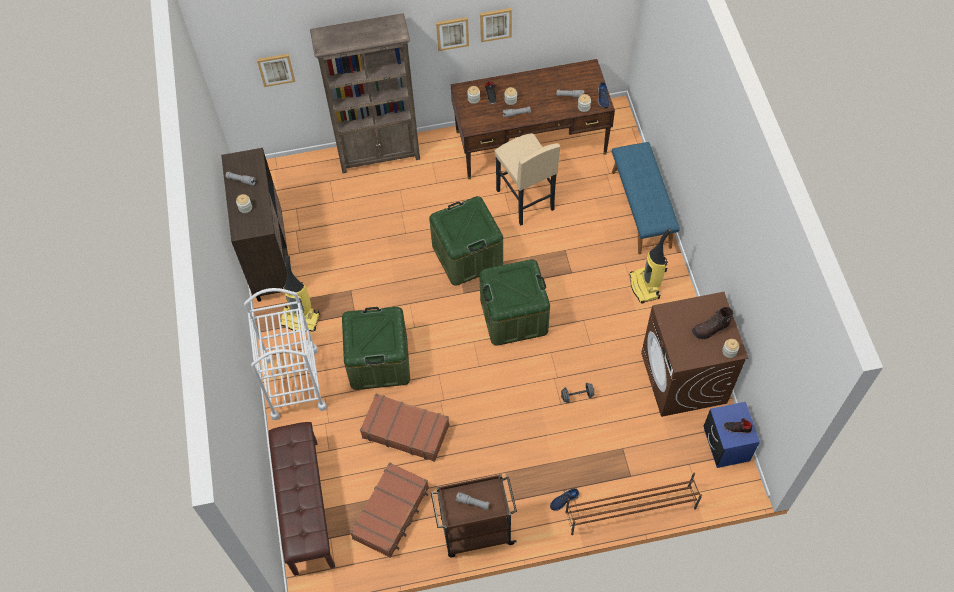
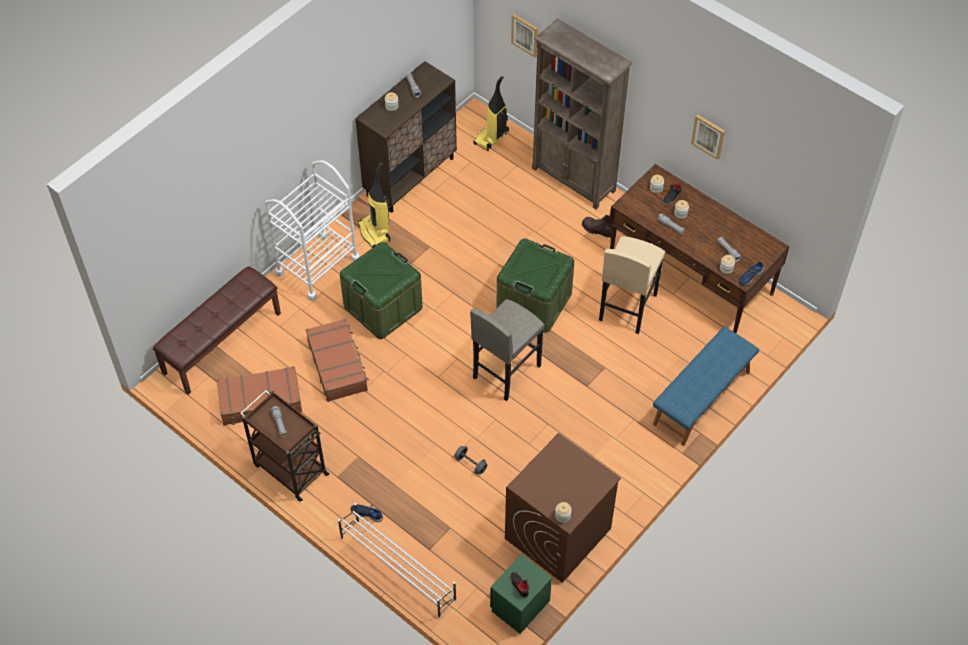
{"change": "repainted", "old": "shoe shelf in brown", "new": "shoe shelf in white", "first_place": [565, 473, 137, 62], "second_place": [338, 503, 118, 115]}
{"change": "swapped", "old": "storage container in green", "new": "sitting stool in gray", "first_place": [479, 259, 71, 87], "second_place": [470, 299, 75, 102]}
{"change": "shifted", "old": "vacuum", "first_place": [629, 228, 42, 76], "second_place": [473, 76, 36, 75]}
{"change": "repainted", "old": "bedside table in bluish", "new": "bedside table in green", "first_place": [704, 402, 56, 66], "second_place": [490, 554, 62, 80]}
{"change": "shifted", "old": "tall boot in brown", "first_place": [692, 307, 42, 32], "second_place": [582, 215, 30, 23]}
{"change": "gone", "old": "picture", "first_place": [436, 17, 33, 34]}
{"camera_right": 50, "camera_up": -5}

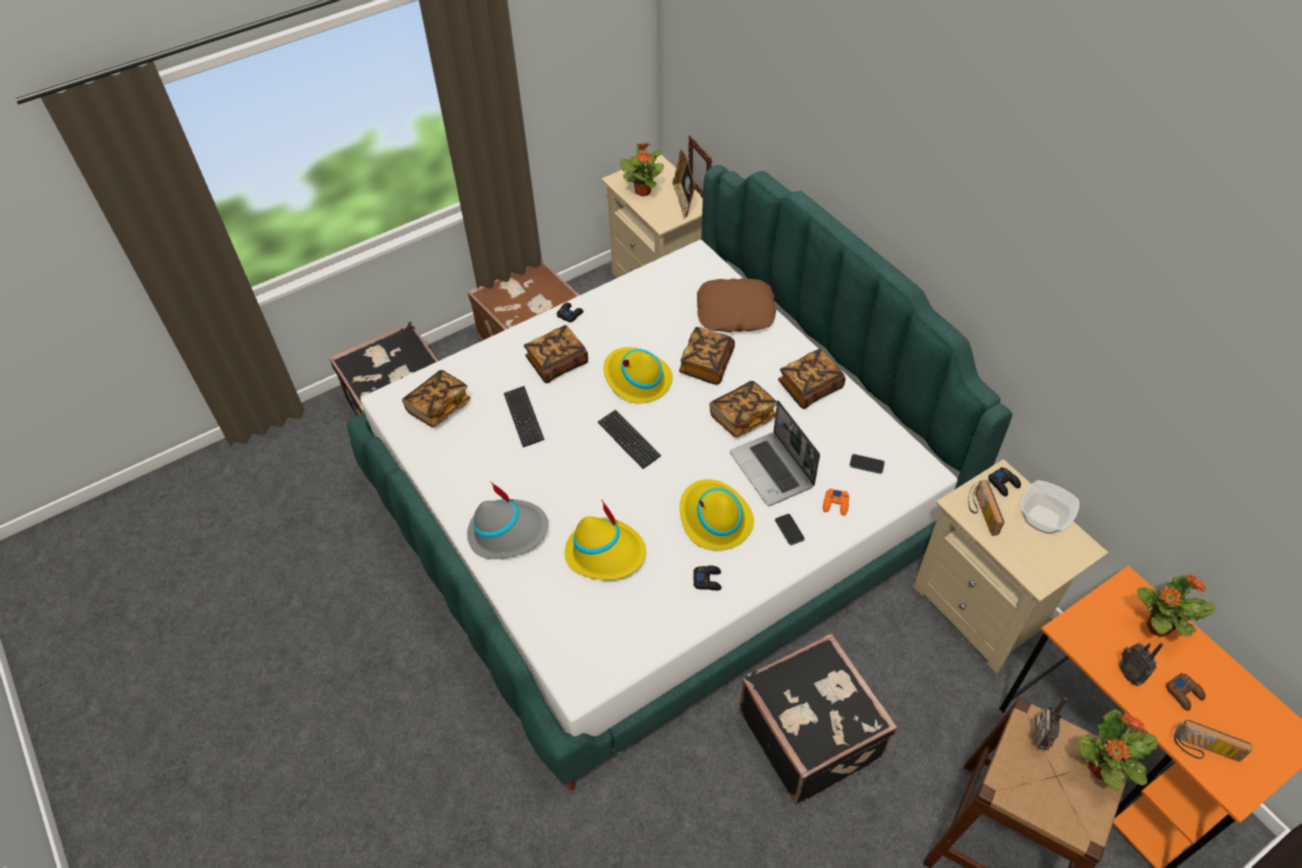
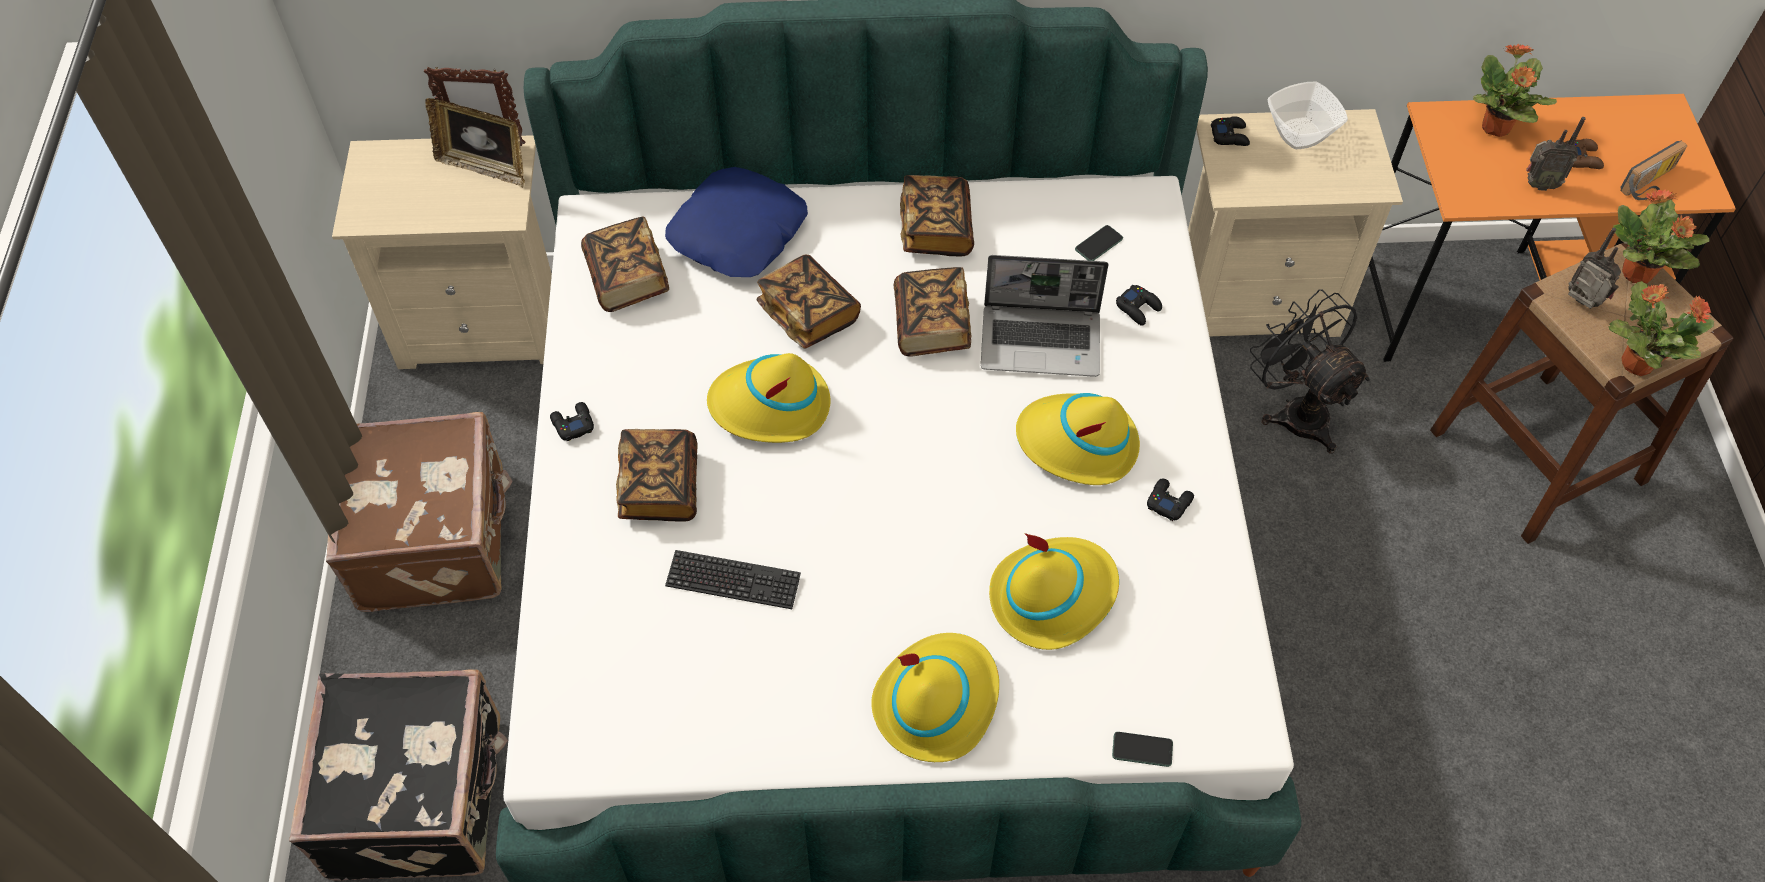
{"change": "shifted", "old": "bound book", "first_place": [402, 370, 69, 58], "second_place": [581, 216, 88, 96]}
{"change": "repainted", "old": "throw pillow in brown", "new": "throw pillow in bluish", "first_place": [697, 278, 79, 54], "second_place": [665, 167, 143, 110]}
{"change": "repainted", "old": "hat in gray", "new": "hat in yellowish", "first_place": [467, 481, 81, 78], "second_place": [871, 633, 128, 129]}
{"change": "shifted", "old": "handset", "first_place": [775, 514, 30, 31], "second_place": [1112, 732, 61, 35]}
{"change": "repainted", "old": "joypad in orange", "new": "joypad in blackish", "first_place": [823, 488, 26, 28], "second_place": [1116, 285, 46, 41]}
{"change": "new", "new": "cooling fan in blackish", "second_place": [1250, 289, 120, 165]}
{"change": "shifted", "old": "plant in a pot", "first_place": [620, 143, 44, 53], "second_place": [1608, 281, 106, 95]}
{"change": "gone", "old": "PC keyboard", "first_place": [598, 410, 63, 59]}
{"change": "gone", "old": "piece of luggage in blackish", "first_place": [739, 634, 158, 170]}
{"change": "gone", "old": "radio receiver", "first_place": [968, 480, 36, 56]}
{"camera_right": -60, "camera_up": 5}

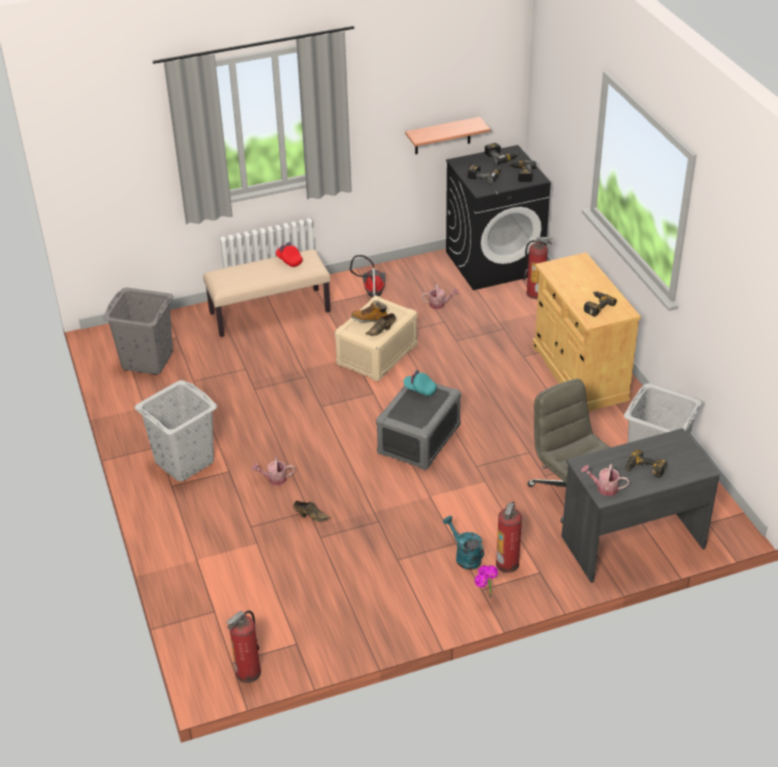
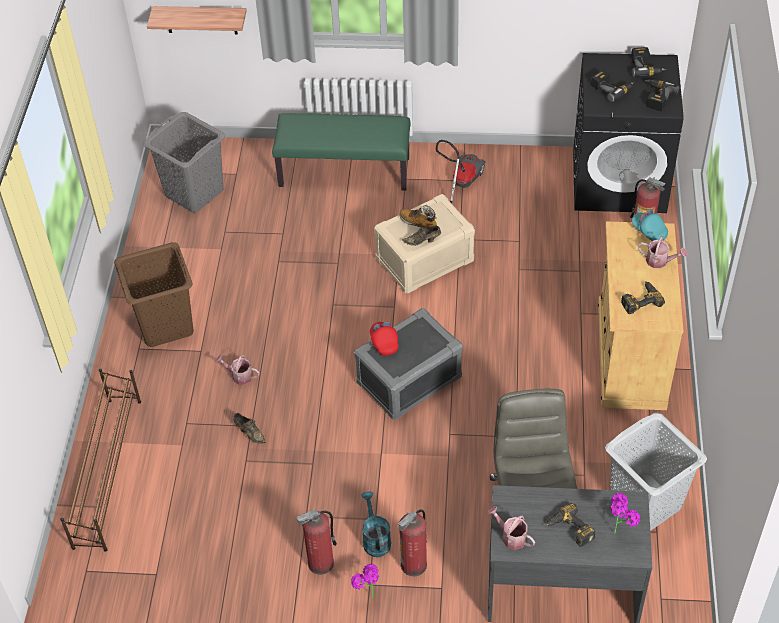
{"change": "new", "new": "shoe shelf in brown", "second_place": [60, 368, 81, 183]}
{"change": "repainted", "old": "laundry basket in gray", "new": "laundry basket in brown", "first_place": [135, 380, 82, 101], "second_place": [114, 242, 80, 105]}
{"change": "shifted", "old": "bracket shelf", "first_place": [405, 117, 86, 37], "second_place": [147, 6, 100, 29]}
{"change": "repainted", "old": "long seat in sand-coloured", "new": "long seat in green", "first_place": [203, 249, 128, 88], "second_place": [272, 113, 138, 78]}
{"change": "shifted", "old": "fire-fighting cylinder", "first_place": [226, 611, 35, 72], "second_place": [296, 509, 41, 66]}
{"change": "shifted", "old": "peaked cap in red", "first_place": [276, 242, 27, 25], "second_place": [370, 321, 29, 35]}
{"change": "new", "new": "plant in a pot", "second_place": [610, 493, 30, 41]}
{"change": "shifted", "old": "peaked cap in turquoise", "first_place": [404, 370, 33, 26], "second_place": [632, 209, 36, 32]}
{"change": "shifted", "old": "watering pot", "first_place": [422, 284, 36, 25], "second_place": [638, 236, 49, 32]}
{"camera_right": 25, "camera_up": 10}

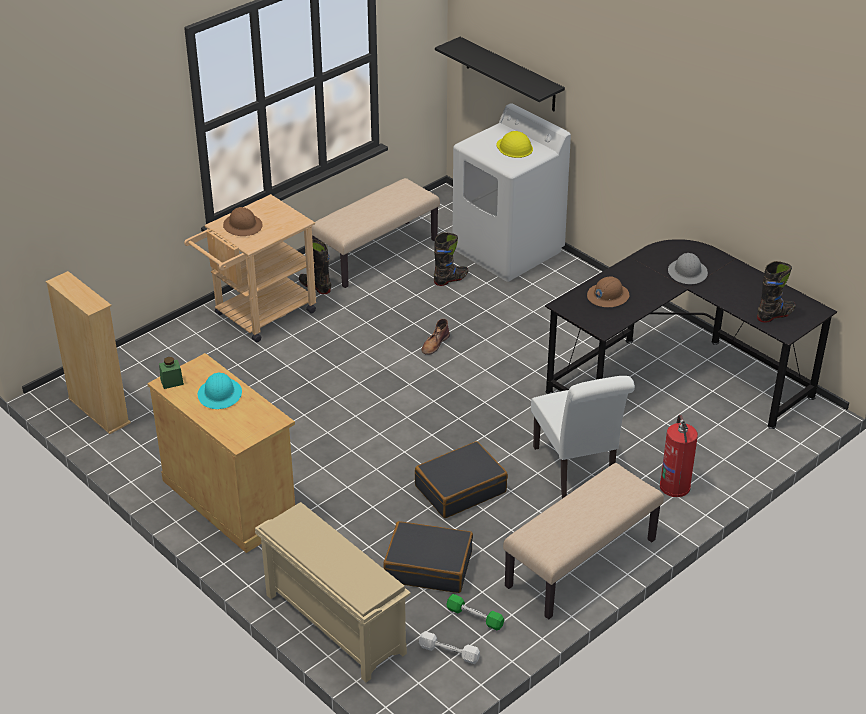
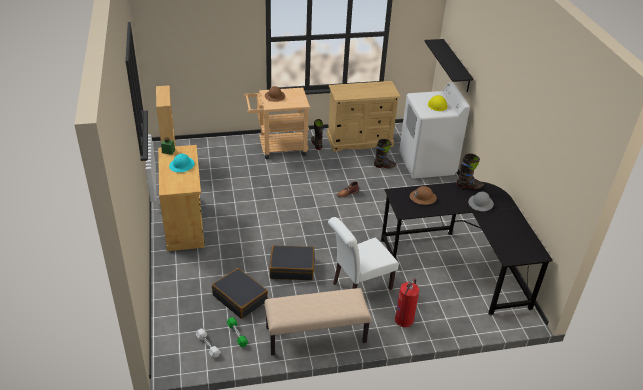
{"change": "swapped", "old": "long seat in sand-coloured", "new": "chest of drawers in sand-coloured", "first_place": [312, 178, 128, 110], "second_place": [327, 81, 74, 71]}
{"change": "rotated", "old": "upright chair in white", "first_place": [531, 376, 104, 123], "second_place": [328, 217, 71, 73], "degrees": 45}
{"change": "shifted", "old": "tall boot in blackish", "first_place": [757, 261, 39, 61], "second_place": [456, 153, 28, 36]}
{"change": "gone", "old": "shoe shelf in sand-coloured", "first_place": [255, 502, 156, 180]}
{"camera_right": 30, "camera_up": 0}

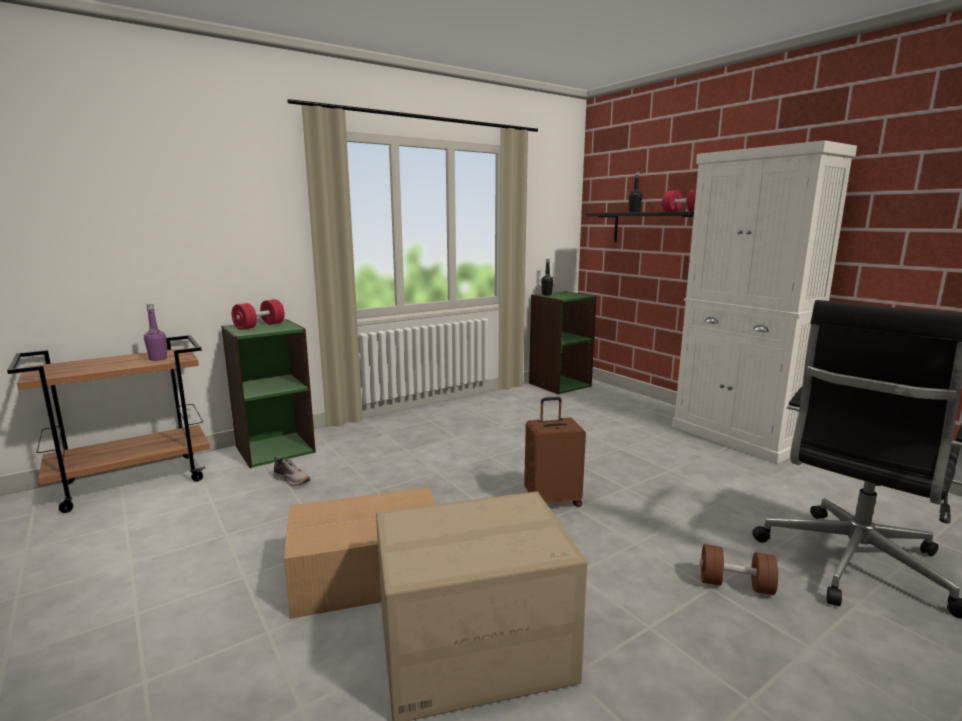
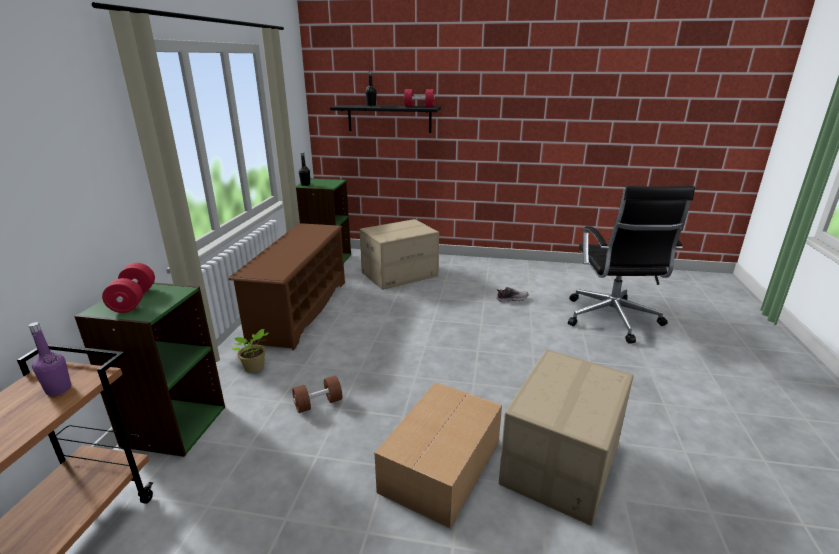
{"change": "new", "new": "shoe shelf in brown", "second_place": [228, 223, 117, 127]}
{"change": "new", "new": "plant in a pot", "second_place": [232, 328, 37, 45]}
{"change": "shifted", "old": "free weight in brown", "first_place": [700, 544, 78, 51], "second_place": [292, 376, 50, 37]}
{"change": "new", "new": "cardboard box", "second_place": [360, 219, 79, 71]}
{"change": "shifted", "old": "low shoe", "first_place": [273, 457, 37, 29], "second_place": [497, 287, 31, 16]}
{"change": "gone", "old": "piece of luggage in brown", "first_place": [524, 397, 62, 110]}
{"change": "gone", "old": "storage cabinet in white", "first_place": [672, 140, 185, 324]}
{"camera_right": -45, "camera_up": 10}

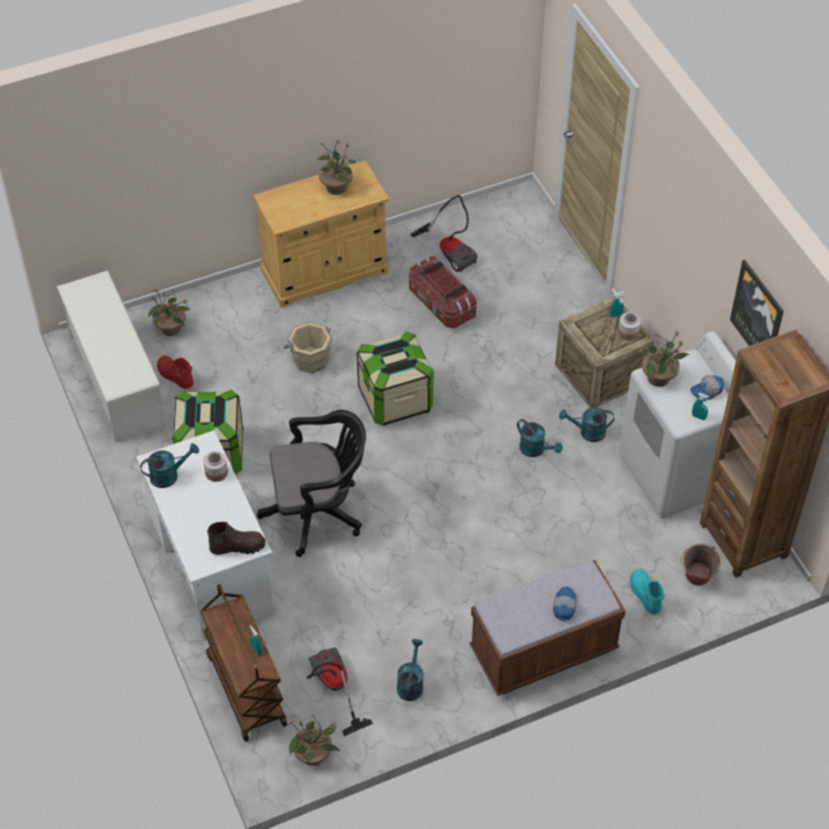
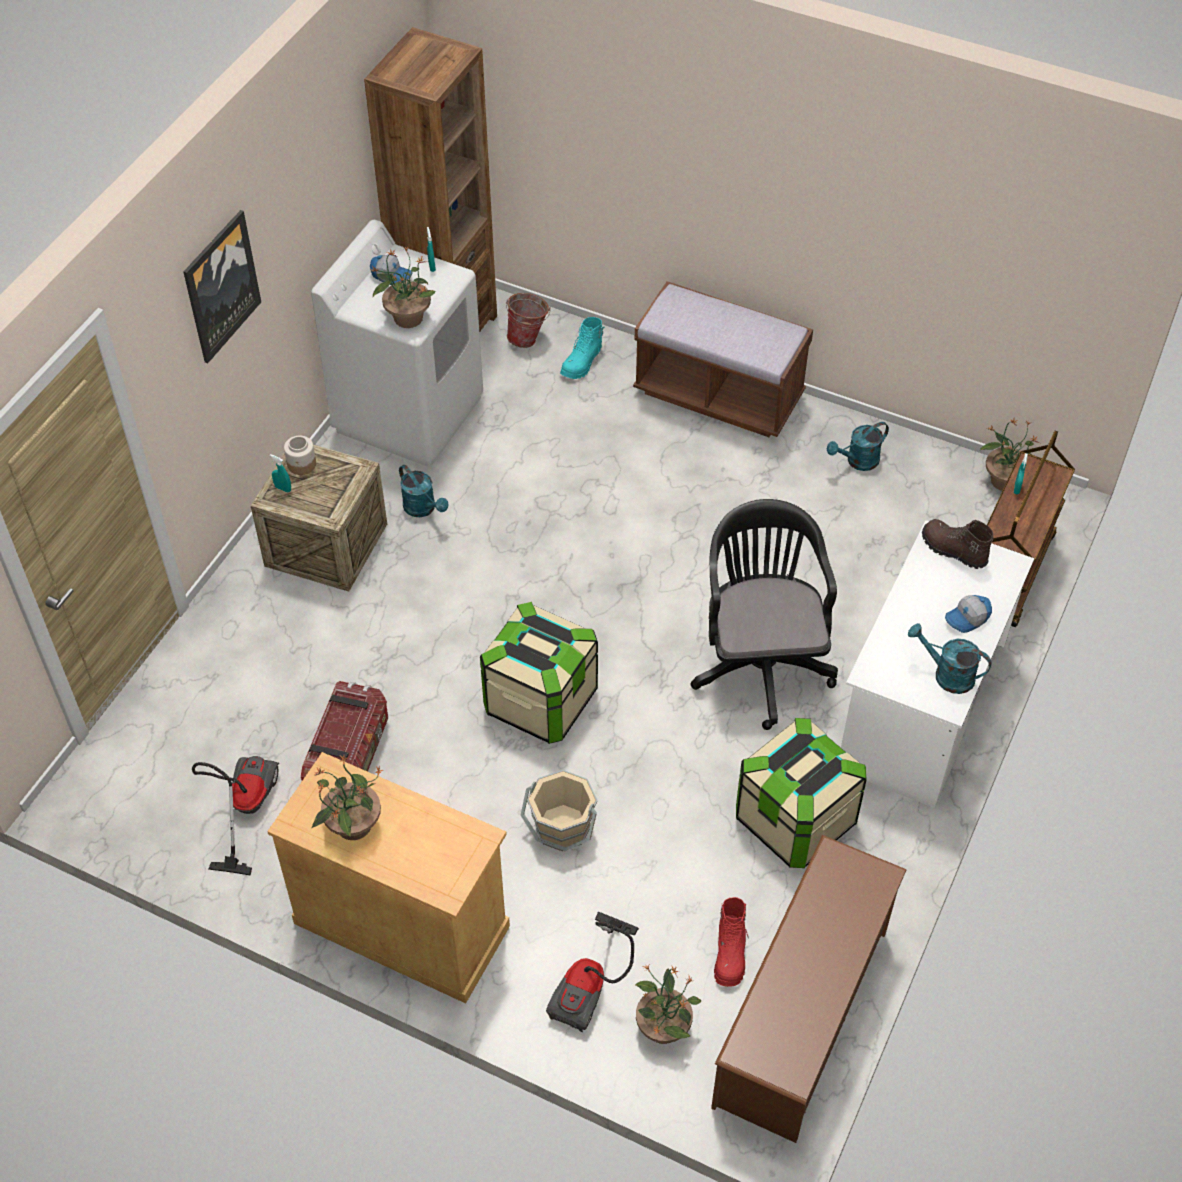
{"change": "shifted", "old": "picture", "first_place": [730, 260, 54, 86], "second_place": [183, 210, 78, 153]}
{"change": "shifted", "old": "vacuum", "first_place": [307, 647, 66, 89], "second_place": [546, 912, 93, 120]}
{"change": "rotated", "old": "desk chair in blackish", "first_place": [257, 410, 109, 147], "second_place": [691, 499, 147, 231], "degrees": 45}
{"change": "repainted", "old": "shoe shelf in white", "new": "shoe shelf in brown", "first_place": [57, 270, 110, 173], "second_place": [711, 835, 196, 308]}
{"change": "shifted", "old": "peaked cap", "first_place": [553, 586, 23, 35], "second_place": [945, 595, 47, 38]}
{"change": "gone", "old": "storage jar", "first_place": [203, 451, 25, 31]}
{"change": "gone", "old": "watering pot in turquoise", "first_place": [517, 419, 46, 38]}
{"camera_right": -130, "camera_up": 0}

